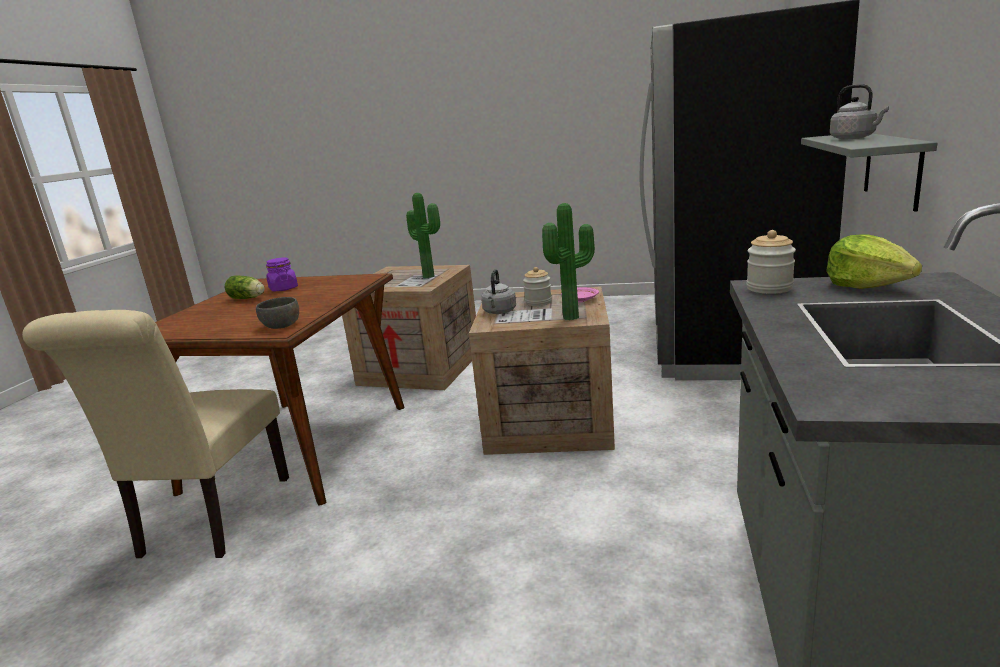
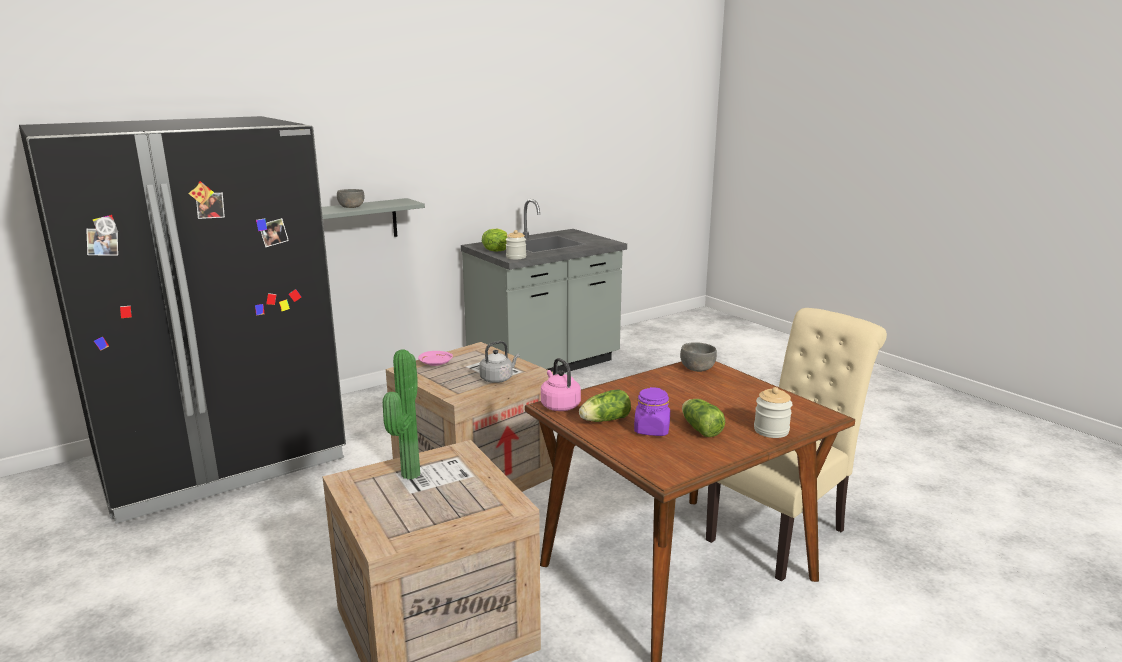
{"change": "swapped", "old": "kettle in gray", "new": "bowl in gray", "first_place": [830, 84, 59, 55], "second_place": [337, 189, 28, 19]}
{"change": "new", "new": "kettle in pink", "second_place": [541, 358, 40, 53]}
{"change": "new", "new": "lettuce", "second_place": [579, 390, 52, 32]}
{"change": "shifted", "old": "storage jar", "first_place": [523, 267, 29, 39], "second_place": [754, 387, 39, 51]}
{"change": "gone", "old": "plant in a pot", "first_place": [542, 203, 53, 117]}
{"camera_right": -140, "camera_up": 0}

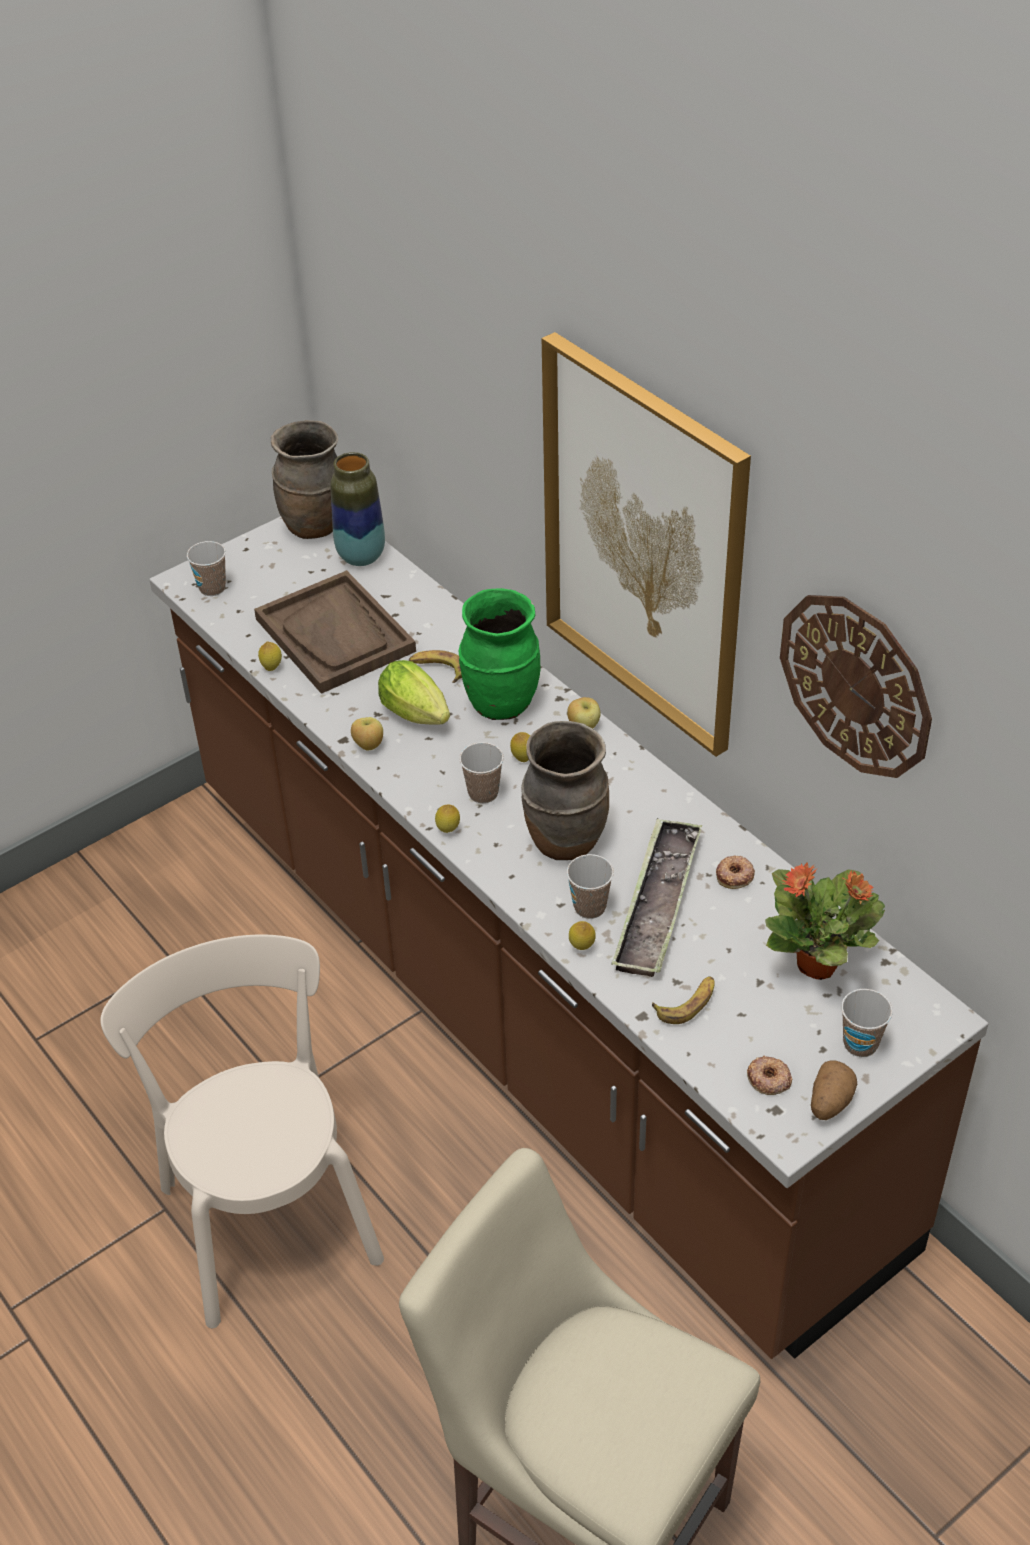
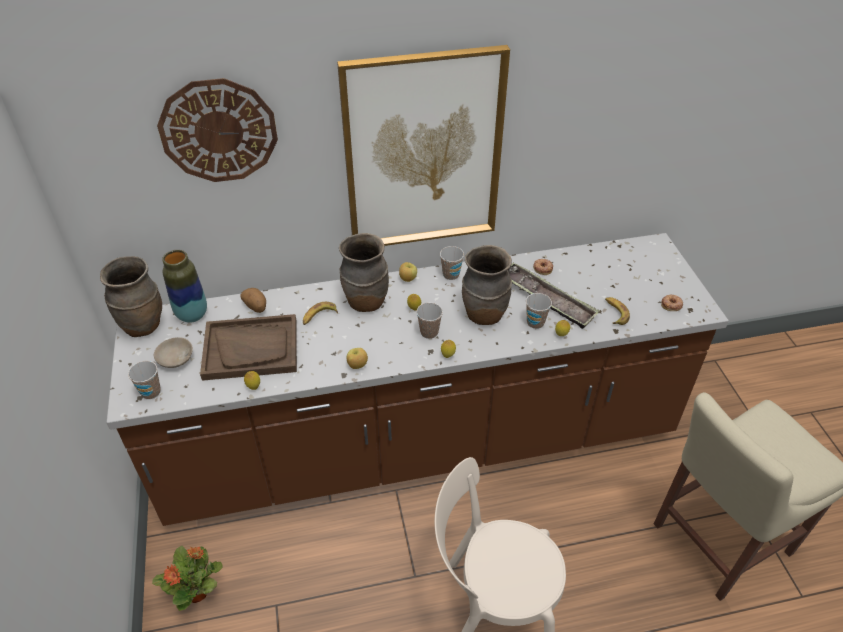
{"change": "shifted", "old": "plant in a pot", "first_place": [765, 863, 120, 117], "second_place": [152, 546, 71, 65]}
{"change": "new", "new": "bowl in sand-coloured", "second_place": [154, 337, 39, 31]}
{"change": "shifted", "old": "wall clock", "first_place": [780, 595, 152, 183], "second_place": [157, 78, 121, 104]}
{"change": "shifted", "old": "potato", "first_place": [811, 1060, 46, 60], "second_place": [240, 288, 26, 25]}
{"change": "repainted", "old": "flower vase in green", "new": "flower vase in brown", "first_place": [459, 588, 82, 132], "second_place": [339, 233, 50, 79]}
{"change": "shifted", "old": "small cup", "first_place": [841, 989, 52, 68], "second_place": [440, 246, 24, 34]}
{"change": "gone", "old": "lettuce", "first_place": [378, 660, 72, 65]}
{"camera_right": -65, "camera_up": 0}

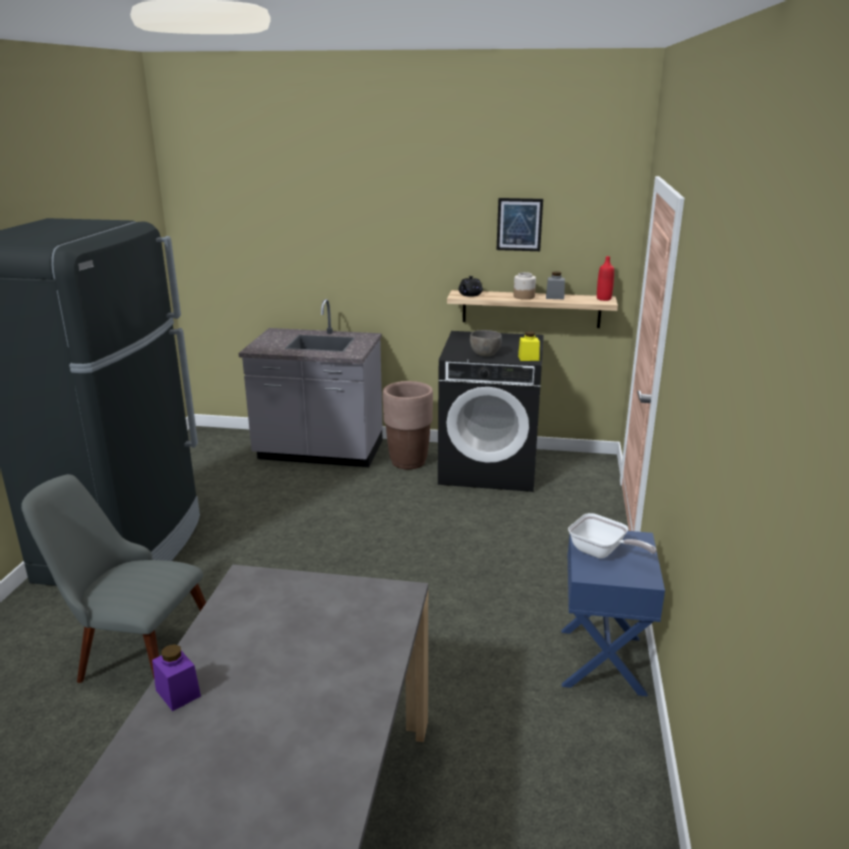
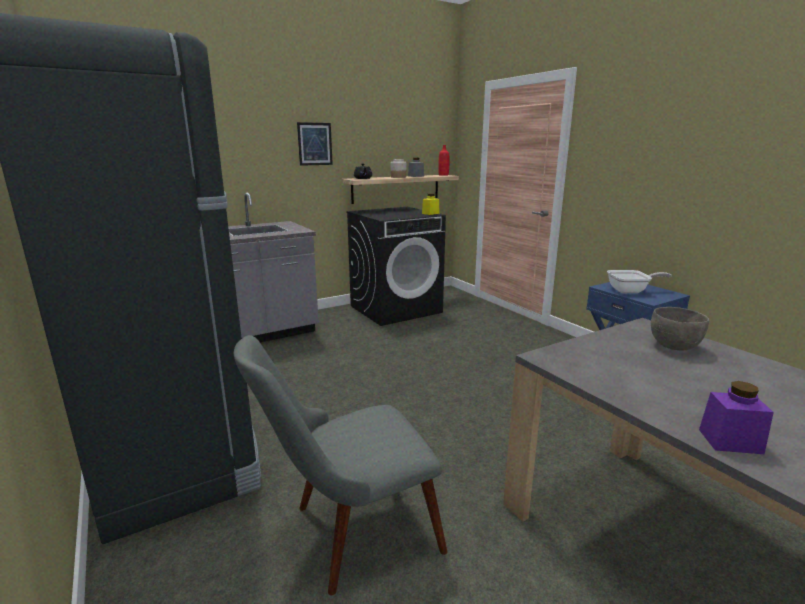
{"change": "shifted", "old": "picture", "first_place": [496, 198, 47, 53], "second_place": [297, 122, 36, 44]}
{"change": "shifted", "old": "bowl in gray", "first_place": [470, 330, 32, 26], "second_place": [651, 307, 58, 43]}
{"change": "gone", "old": "plant pot in brown", "first_place": [383, 381, 50, 88]}
{"camera_right": -40, "camera_up": -5}

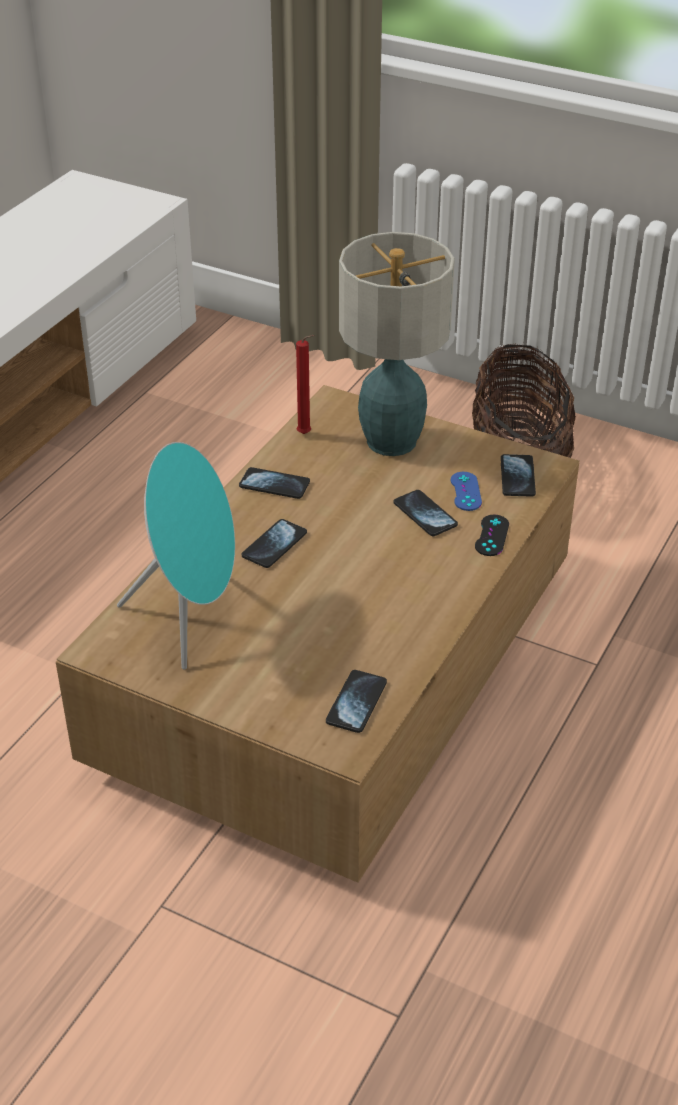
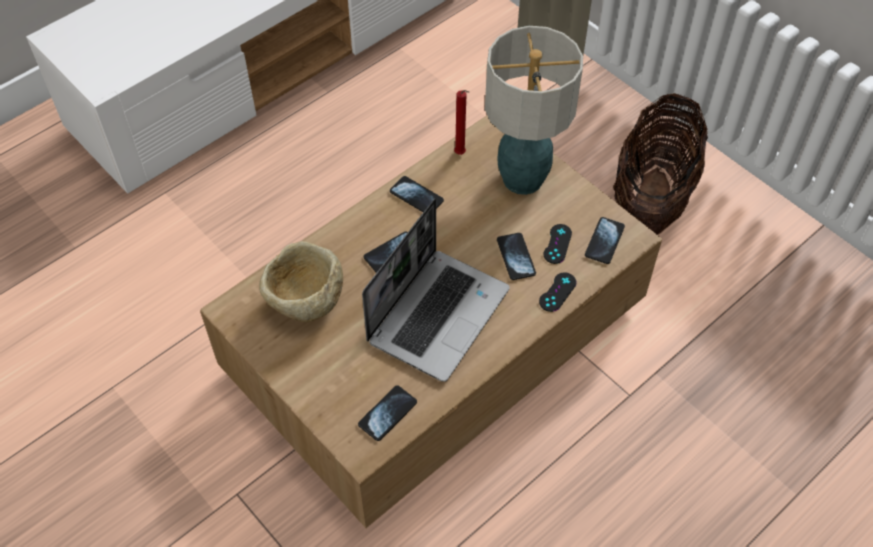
{"change": "swapped", "old": "loudspeaker in turquoise", "new": "bowl in sand-coloured", "first_place": [117, 442, 118, 228], "second_place": [259, 241, 84, 81]}
{"change": "new", "new": "portable computer", "second_place": [362, 199, 148, 183]}
{"change": "repainted", "old": "joypad in bluish", "new": "joypad in blackish", "first_place": [451, 472, 31, 39], "second_place": [543, 224, 29, 40]}
{"camera_right": 20, "camera_up": 15}

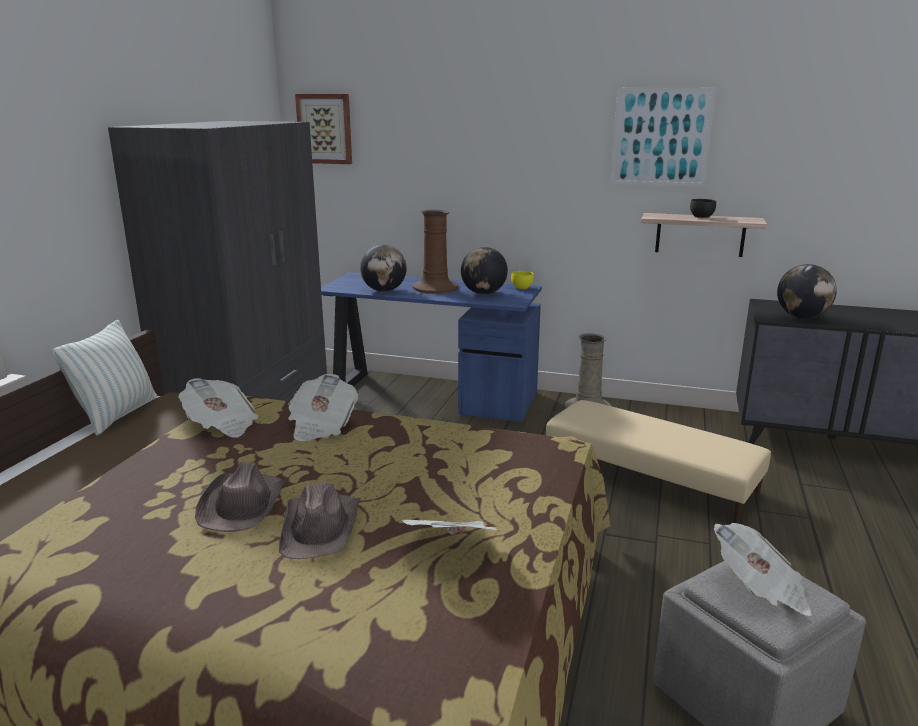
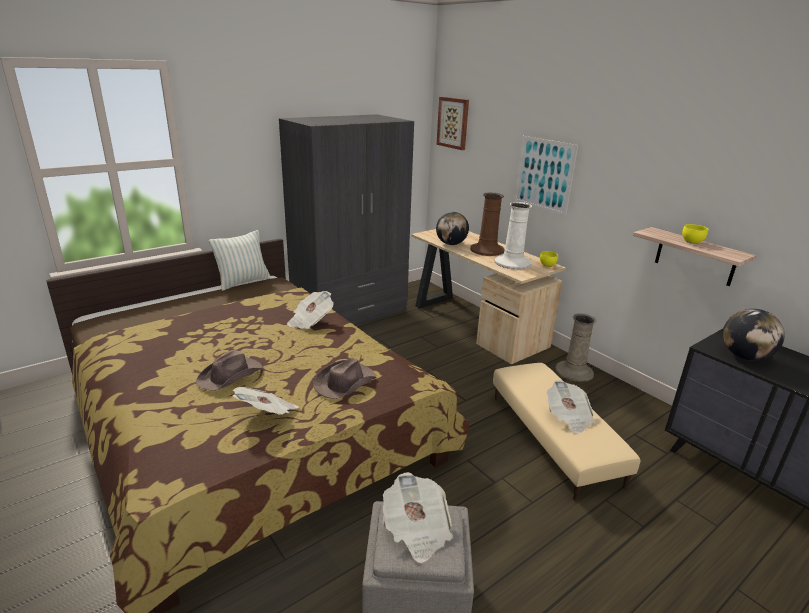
{"change": "shifted", "old": "hat in brown", "first_place": [195, 462, 91, 70], "second_place": [313, 357, 64, 42]}
{"change": "repainted", "old": "desk unit in bluish", "new": "desk unit in sand-coloured", "first_place": [321, 272, 221, 150], "second_place": [411, 229, 155, 135]}
{"change": "swapped", "old": "desk globe", "new": "flower vase in white", "first_place": [461, 247, 47, 47], "second_place": [495, 202, 37, 67]}
{"change": "shifted", "old": "picture", "first_place": [610, 87, 106, 100], "second_place": [514, 136, 64, 80]}
{"change": "shifted", "old": "printed paper", "first_place": [178, 378, 81, 60], "second_place": [547, 380, 48, 54]}
{"change": "repainted", "old": "bowl in blackish", "new": "bowl in yellowish", "first_place": [690, 199, 26, 19], "second_place": [682, 224, 26, 20]}
{"camera_right": 35, "camera_up": 5}

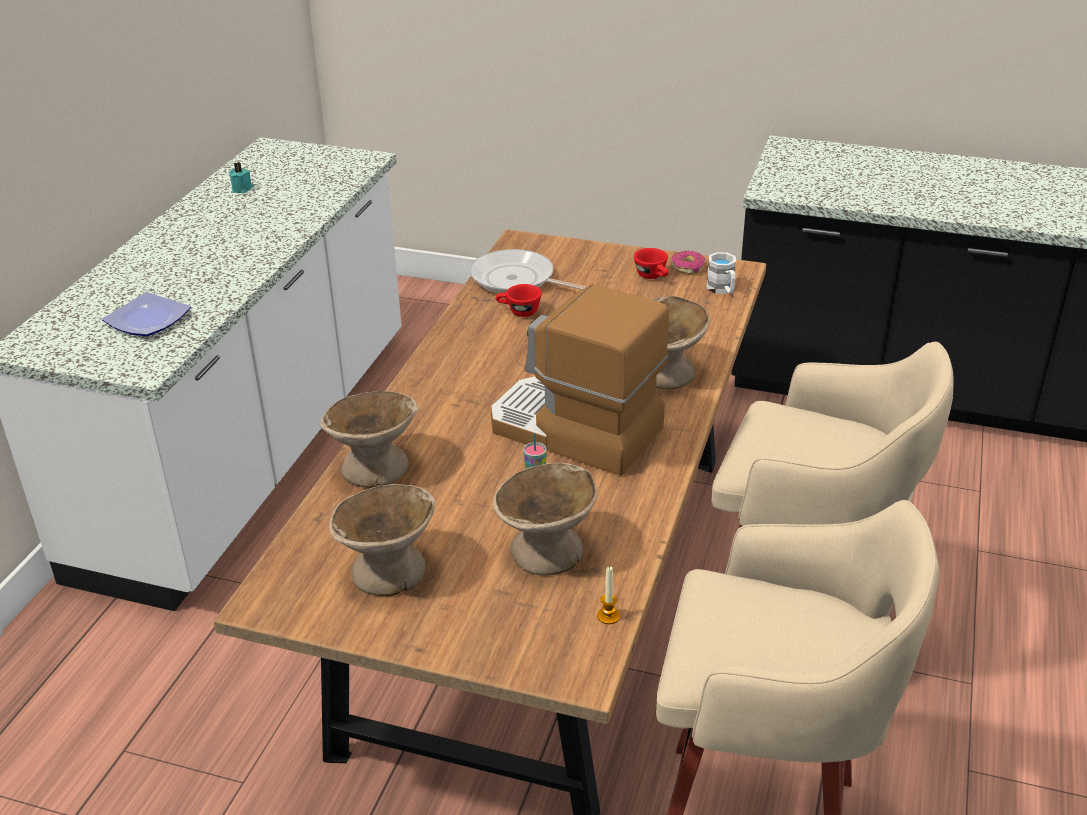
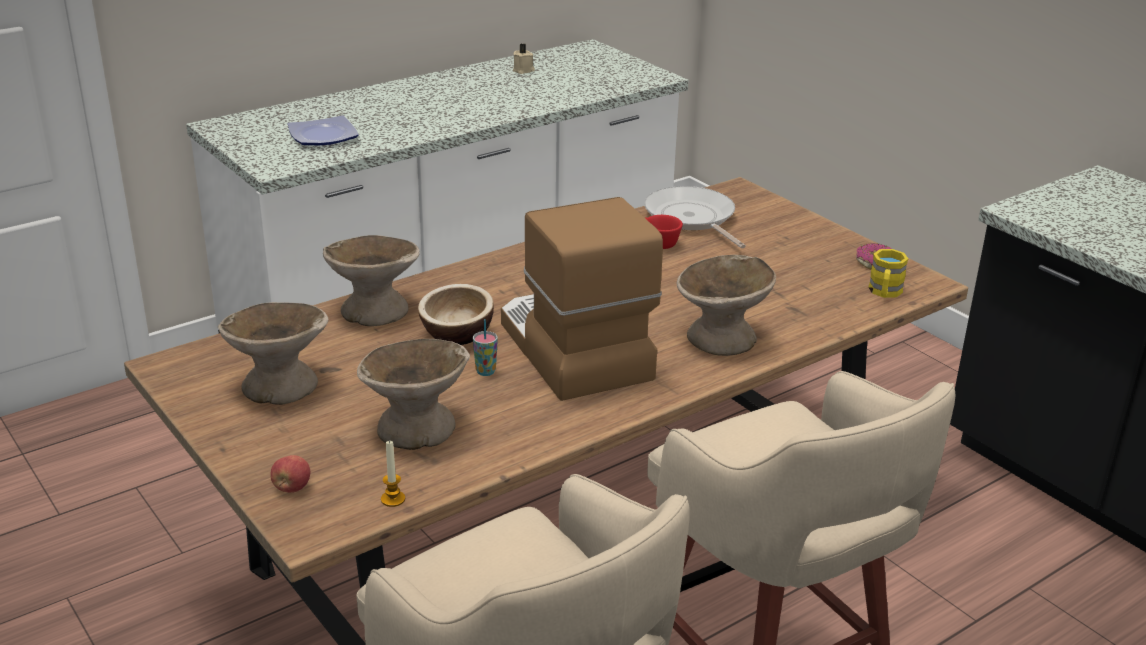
{"change": "new", "new": "whole apple", "second_place": [270, 455, 40, 38]}
{"change": "new", "new": "bowl", "second_place": [418, 284, 76, 61]}
{"change": "repainted", "old": "wax candle in turquoise", "new": "wax candle in sand-coloured", "first_place": [229, 162, 25, 31], "second_place": [513, 44, 22, 30]}
{"change": "repainted", "old": "tea mug in white", "new": "tea mug in yellowish", "first_place": [707, 252, 29, 42], "second_place": [868, 249, 40, 49]}
{"change": "gone", "old": "small cup in red", "first_place": [634, 248, 35, 31]}
{"camera_right": 35, "camera_up": -5}

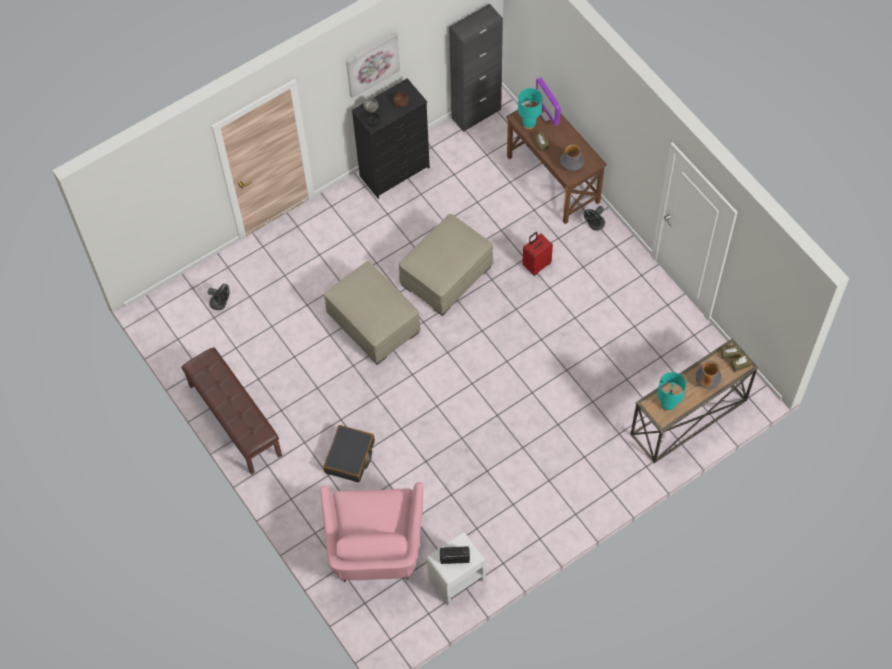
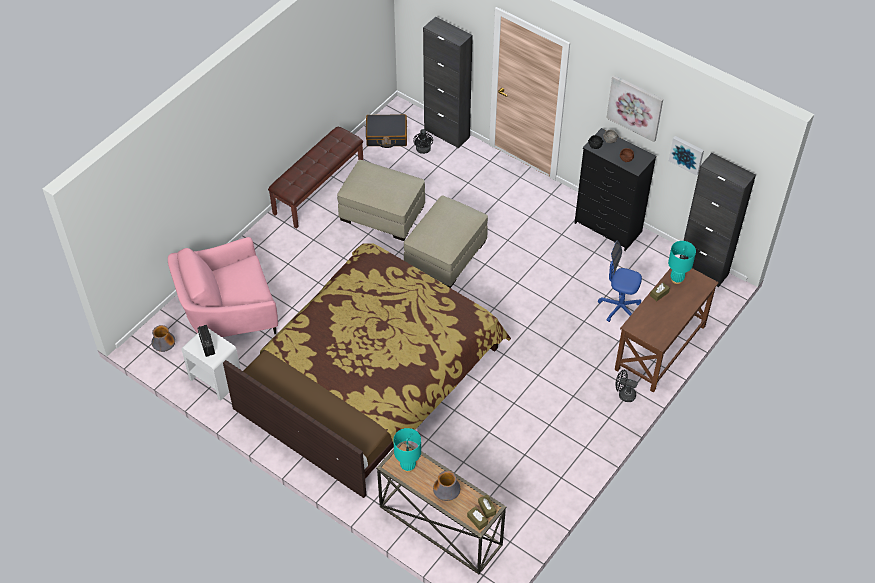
{"change": "shifted", "old": "flower vase", "first_place": [560, 144, 24, 27], "second_place": [151, 325, 24, 27]}
{"change": "new", "new": "bedroom bed", "second_place": [223, 243, 288, 255]}
{"change": "shifted", "old": "pouffe in sand-coloured", "first_place": [399, 214, 94, 102], "second_place": [337, 160, 89, 81]}
{"change": "shifted", "old": "piece of luggage in blackish", "first_place": [323, 425, 52, 58], "second_place": [366, 114, 41, 34]}
{"change": "new", "new": "storage cabinet in blackish", "second_place": [423, 17, 50, 132]}
{"change": "new", "new": "desk chair in bluish", "second_place": [598, 241, 44, 81]}
{"change": "new", "new": "picture", "second_place": [669, 136, 35, 39]}
{"change": "gone", "old": "piece of luggage in red", "first_place": [522, 232, 31, 44]}
{"change": "gone", "old": "computer display", "first_place": [536, 77, 25, 49]}
{"camera_right": 70, "camera_up": -10}

